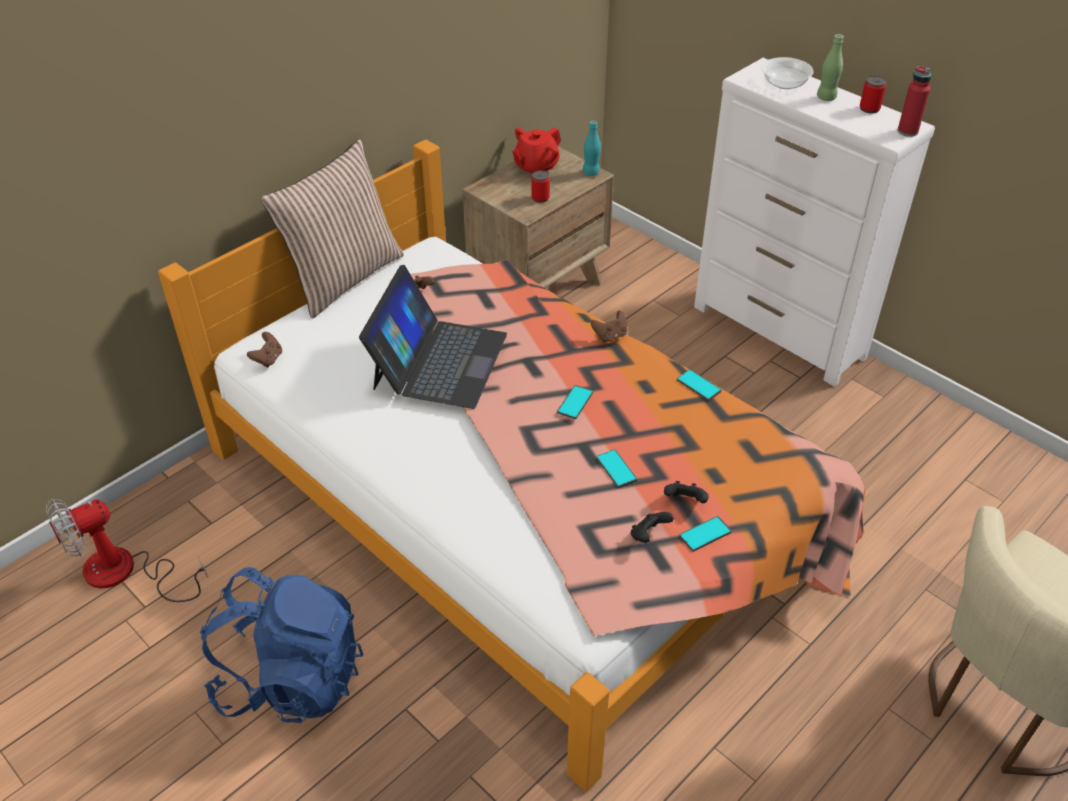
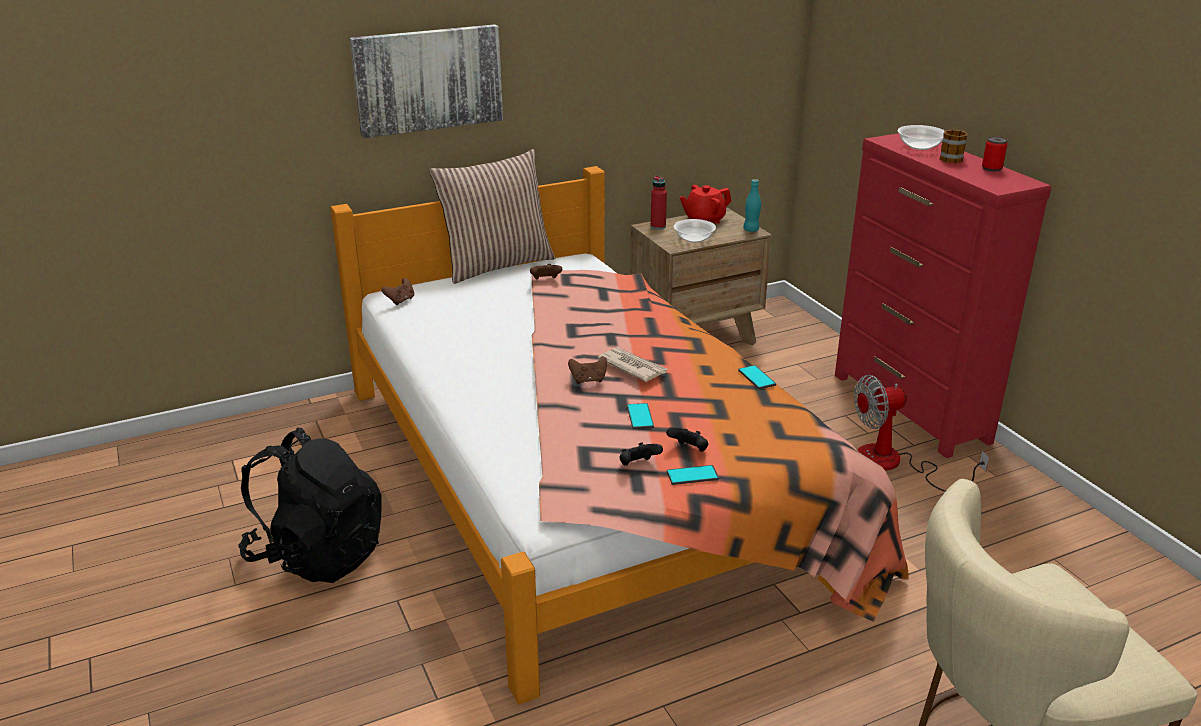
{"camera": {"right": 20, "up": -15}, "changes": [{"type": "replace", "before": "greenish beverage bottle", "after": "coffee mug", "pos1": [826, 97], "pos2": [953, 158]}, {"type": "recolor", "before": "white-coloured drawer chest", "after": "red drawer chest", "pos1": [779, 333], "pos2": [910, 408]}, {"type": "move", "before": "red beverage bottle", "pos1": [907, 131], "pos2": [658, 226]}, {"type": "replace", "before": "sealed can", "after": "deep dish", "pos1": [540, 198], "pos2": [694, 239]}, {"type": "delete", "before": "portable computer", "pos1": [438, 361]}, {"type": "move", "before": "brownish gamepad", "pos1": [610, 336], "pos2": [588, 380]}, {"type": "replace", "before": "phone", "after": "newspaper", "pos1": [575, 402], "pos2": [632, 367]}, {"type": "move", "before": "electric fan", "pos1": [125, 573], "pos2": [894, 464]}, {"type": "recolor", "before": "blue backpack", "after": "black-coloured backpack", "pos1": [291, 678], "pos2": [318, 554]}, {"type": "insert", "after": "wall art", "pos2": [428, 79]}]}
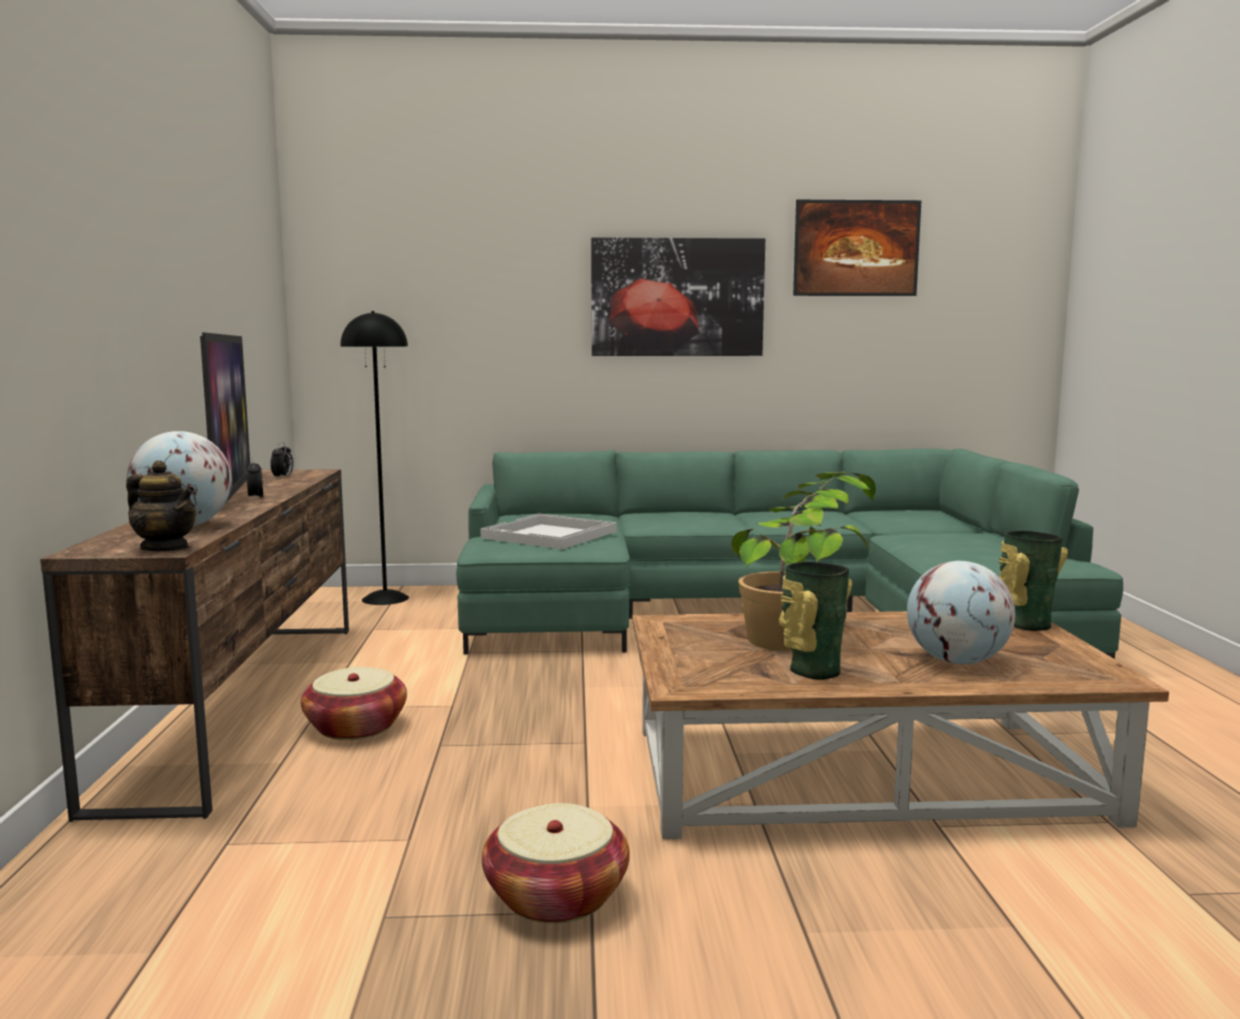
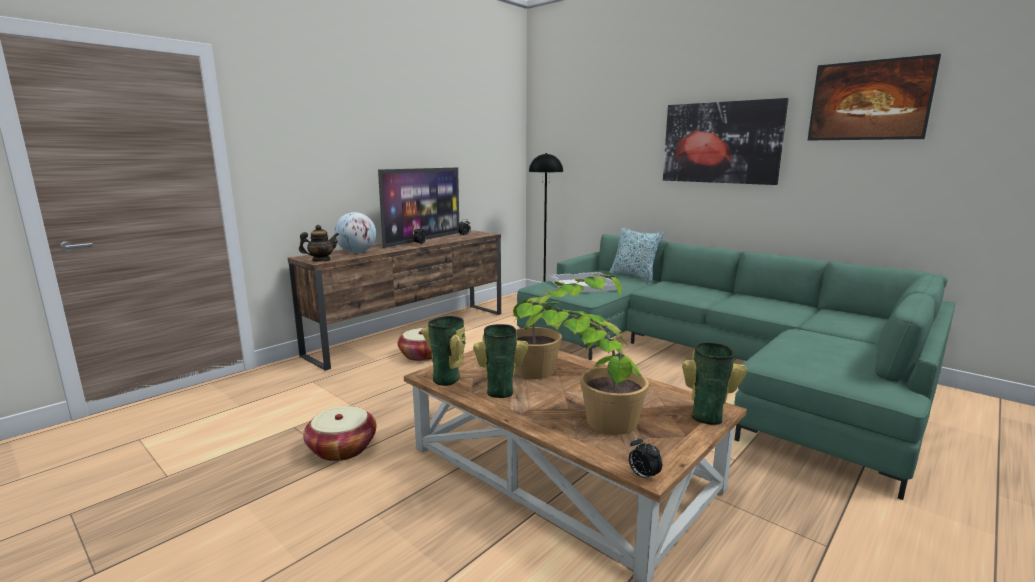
{"camera": {"right": 45, "up": 5}, "changes": [{"type": "rotate", "before": "tea pot", "pos1": [165, 548], "pos2": [321, 260], "turn": -105}, {"type": "replace", "before": "globe", "after": "houseplant", "pos1": [957, 661], "pos2": [584, 417]}, {"type": "insert", "after": "throw pillow", "pos2": [634, 276]}, {"type": "insert", "after": "decorative vase", "pos2": [448, 378]}, {"type": "insert", "after": "table clock", "pos2": [643, 476]}]}
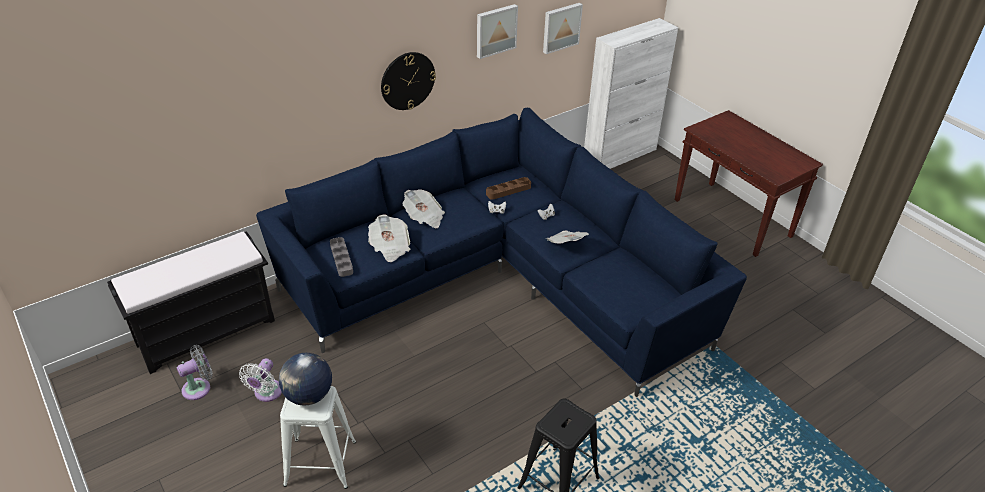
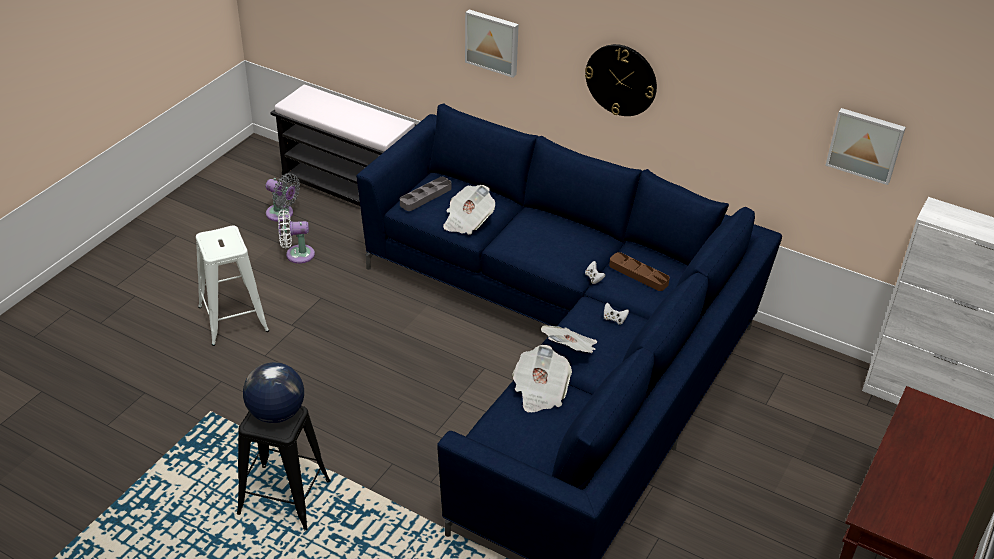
{"camera": {"right": 65, "up": 0}, "changes": [{"type": "move", "before": "wall art", "pos1": [495, 30], "pos2": [492, 42]}, {"type": "move", "before": "newspaper", "pos1": [424, 217], "pos2": [540, 391]}, {"type": "move", "before": "globe", "pos1": [308, 396], "pos2": [276, 413]}]}
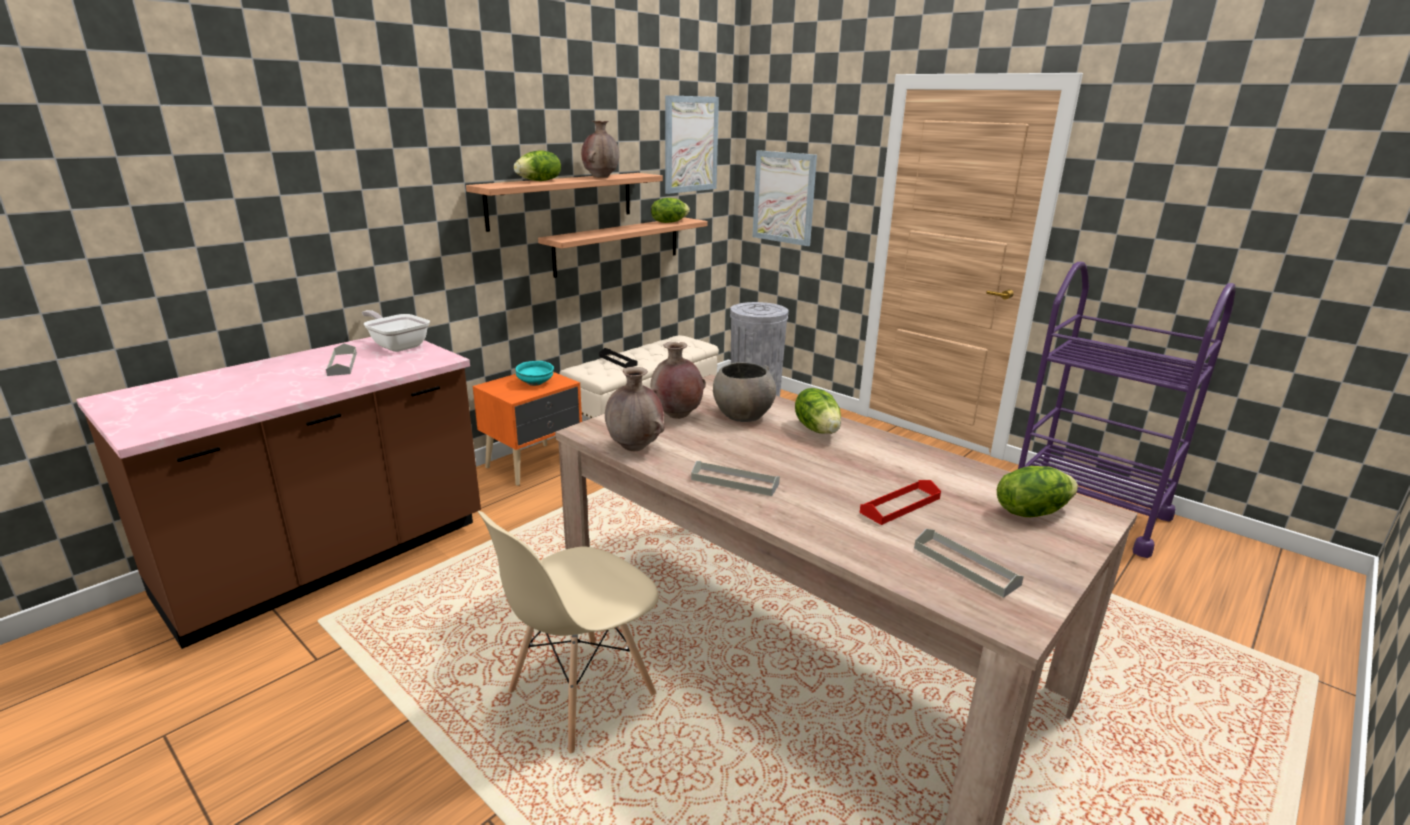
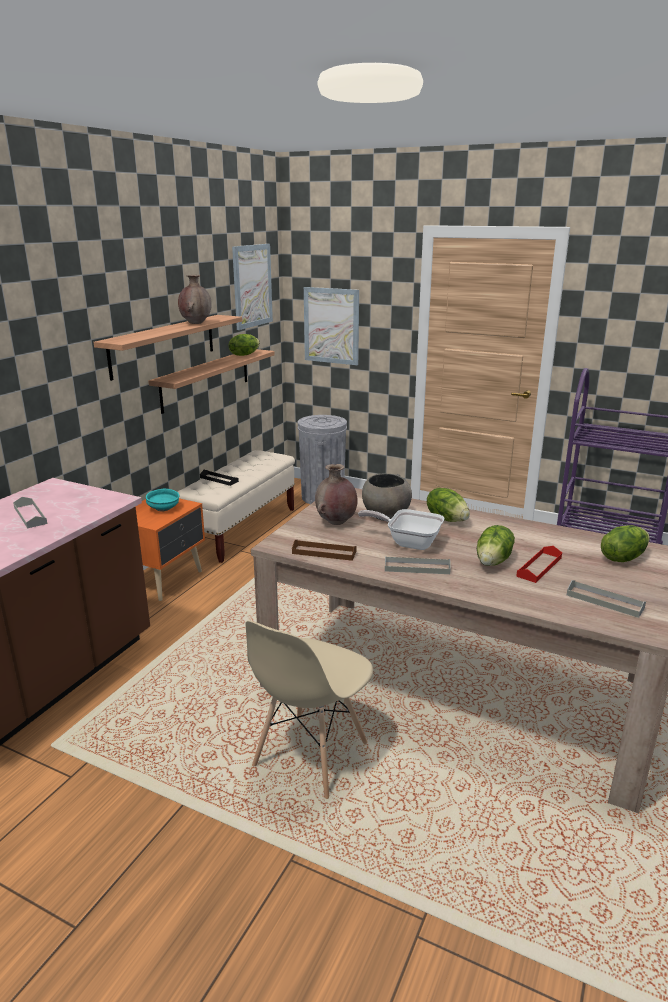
{"camera": {"right": -15, "up": 0}, "changes": [{"type": "move", "before": "lettuce", "pos1": [539, 181], "pos2": [493, 561]}, {"type": "move", "before": "pan", "pos1": [397, 345], "pos2": [408, 542]}, {"type": "replace", "before": "brownish decorative vase", "after": "brownish carrying tray", "pos1": [635, 447], "pos2": [324, 552]}]}
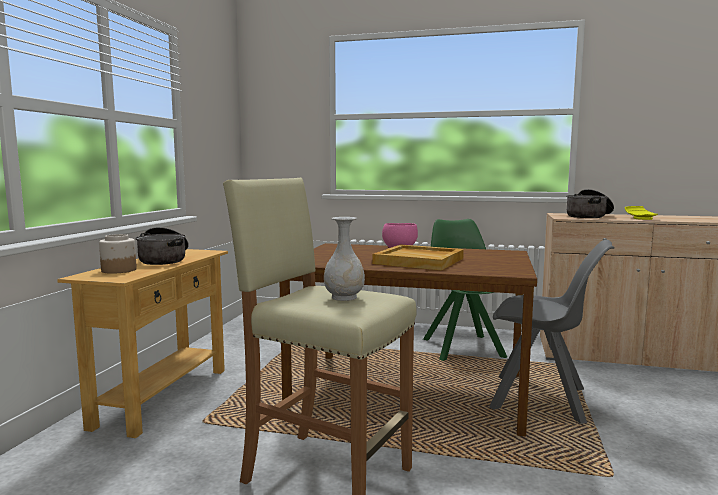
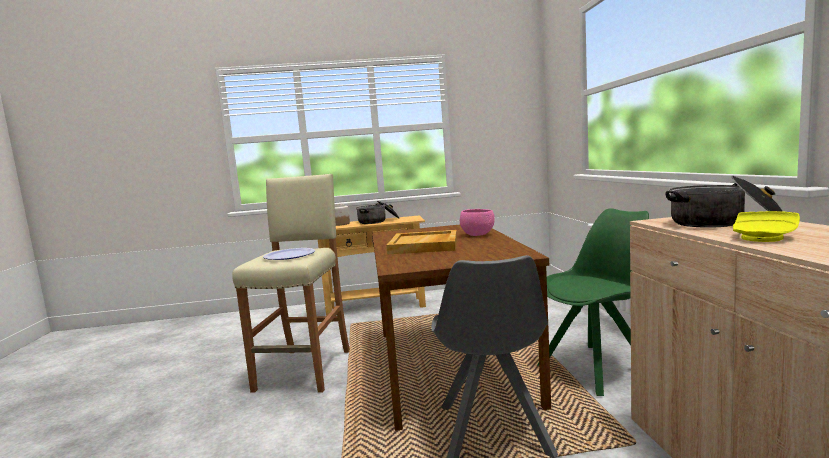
{"camera": {"right": 70, "up": 0}, "changes": [{"type": "replace", "before": "white-coloured decorative vase", "after": "dinner plate", "pos1": [344, 297], "pos2": [289, 255]}]}
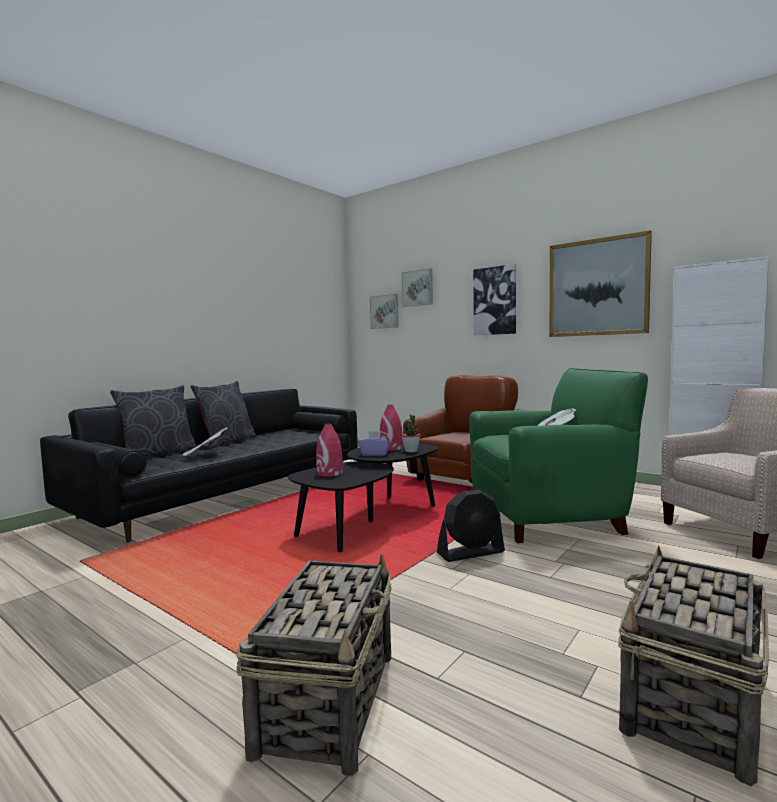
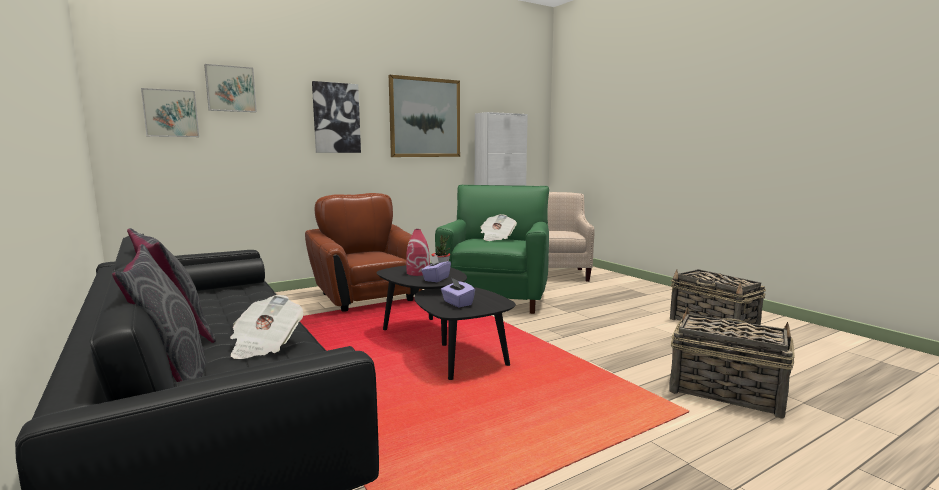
{"camera": {"right": -70, "up": 5}, "changes": [{"type": "replace", "before": "red decorative vase", "after": "purple-coloured tissue holder", "pos1": [329, 473], "pos2": [457, 303]}, {"type": "delete", "before": "black-coloured electric fan", "pos1": [471, 553]}]}
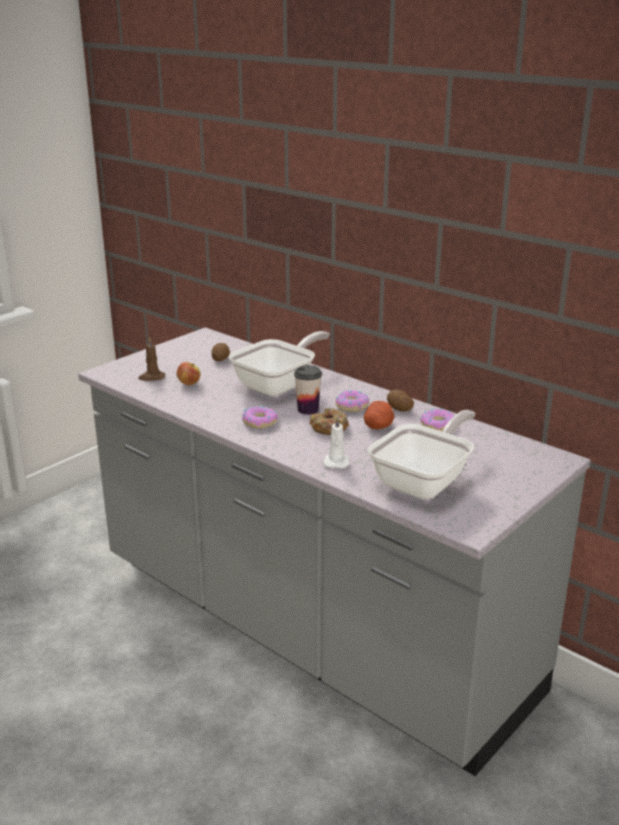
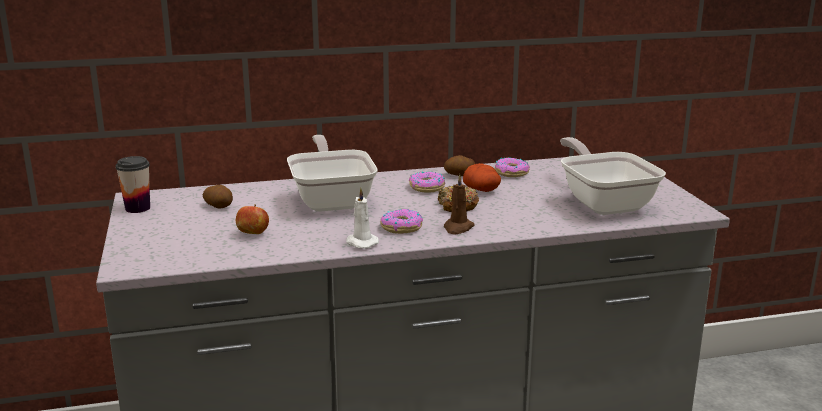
{"camera": {"right": -55, "up": -5}, "changes": [{"type": "move", "before": "brownish candle", "pos1": [151, 377], "pos2": [458, 228]}, {"type": "move", "before": "cup", "pos1": [308, 410], "pos2": [137, 208]}, {"type": "move", "before": "white-coloured candle", "pos1": [336, 462], "pos2": [360, 243]}]}
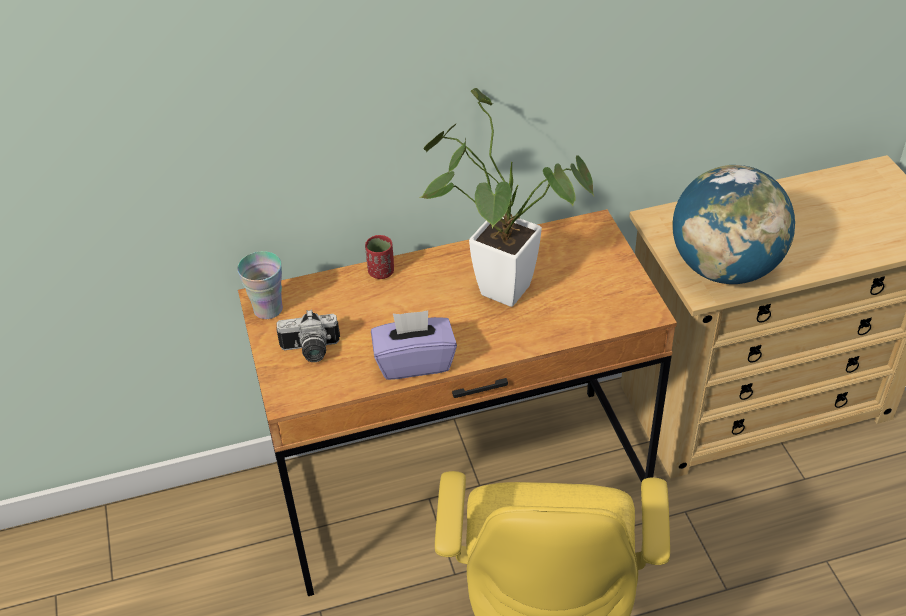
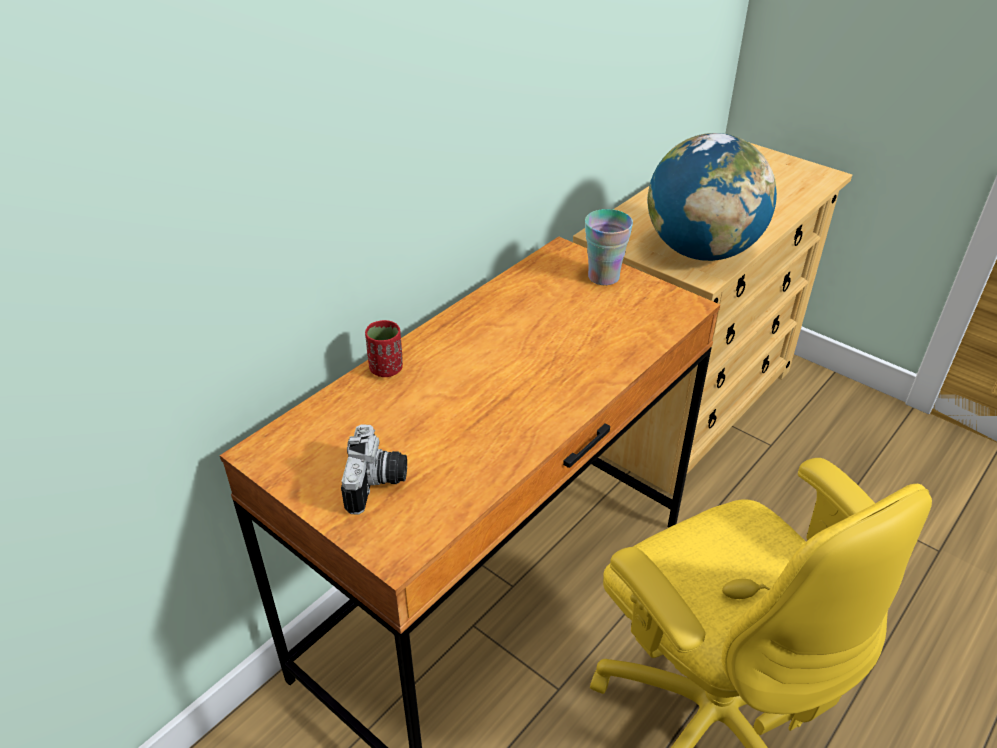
{"camera": {"right": -35, "up": -5}, "changes": [{"type": "delete", "before": "houseplant", "pos1": [495, 286]}, {"type": "move", "before": "cup", "pos1": [268, 309], "pos2": [603, 277]}, {"type": "rotate", "before": "still camera", "pos1": [310, 351], "pos2": [378, 484], "turn": -45}, {"type": "delete", "before": "purple-coloured tissue holder", "pos1": [414, 361]}]}
